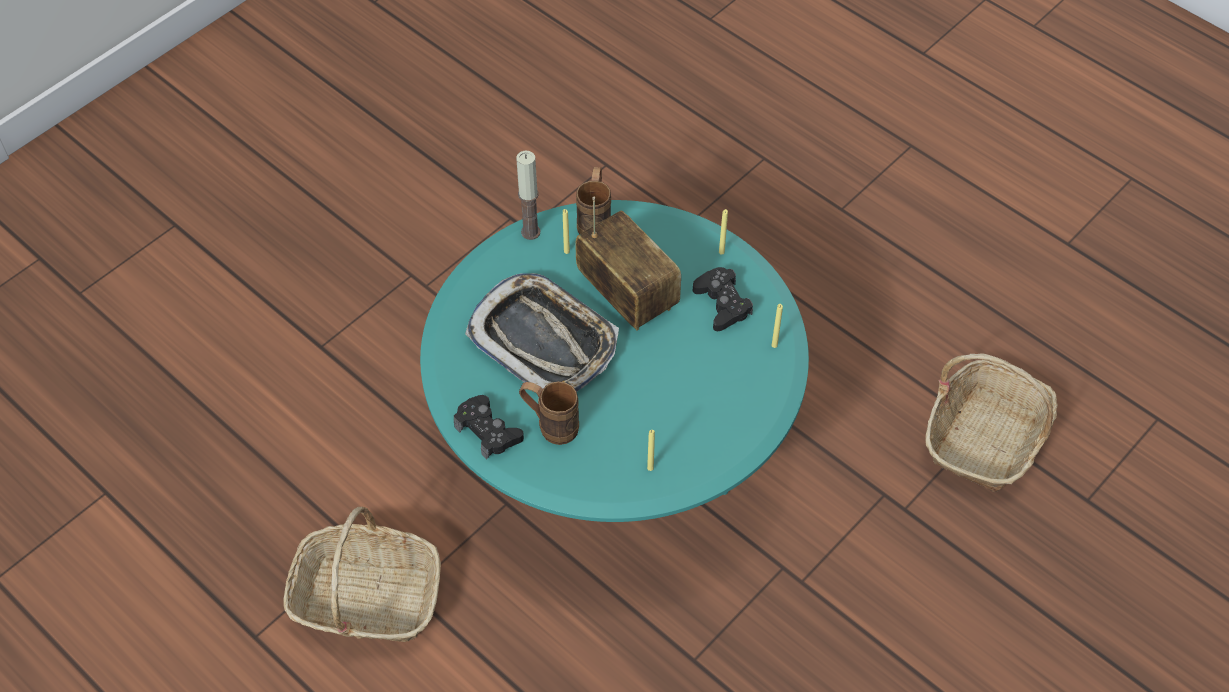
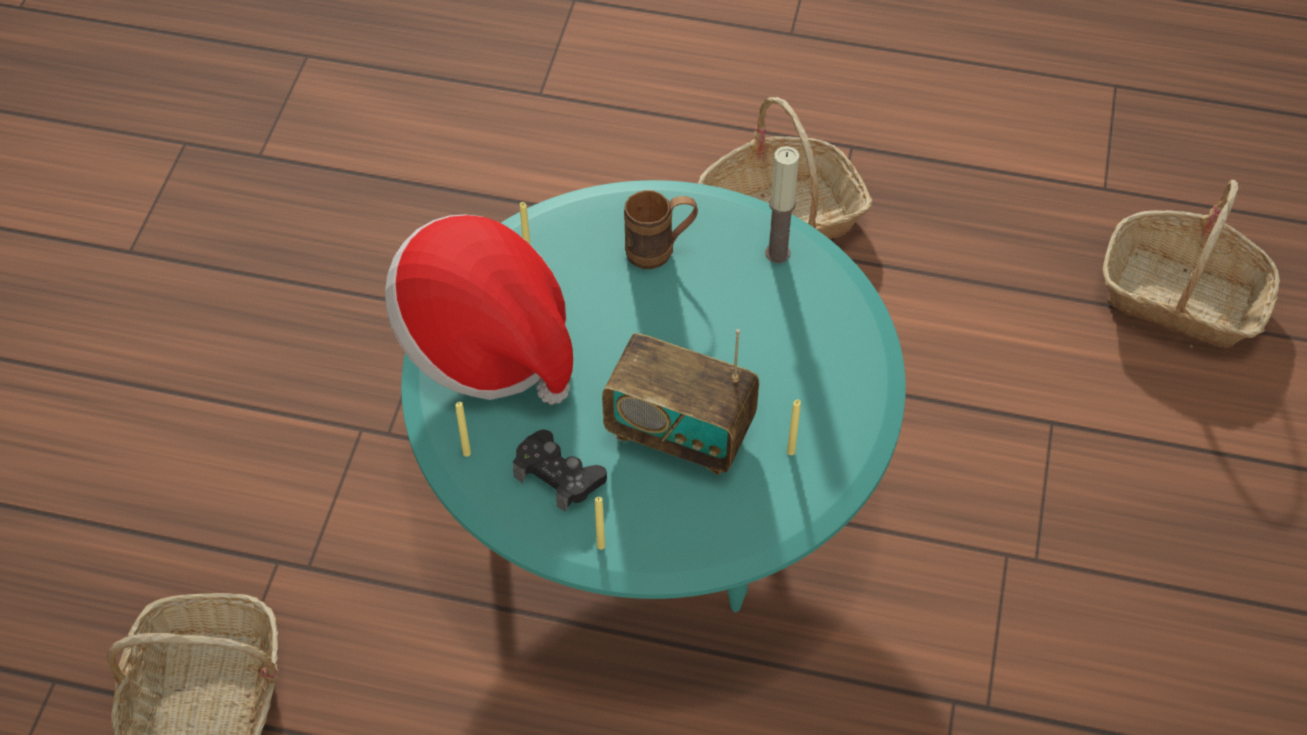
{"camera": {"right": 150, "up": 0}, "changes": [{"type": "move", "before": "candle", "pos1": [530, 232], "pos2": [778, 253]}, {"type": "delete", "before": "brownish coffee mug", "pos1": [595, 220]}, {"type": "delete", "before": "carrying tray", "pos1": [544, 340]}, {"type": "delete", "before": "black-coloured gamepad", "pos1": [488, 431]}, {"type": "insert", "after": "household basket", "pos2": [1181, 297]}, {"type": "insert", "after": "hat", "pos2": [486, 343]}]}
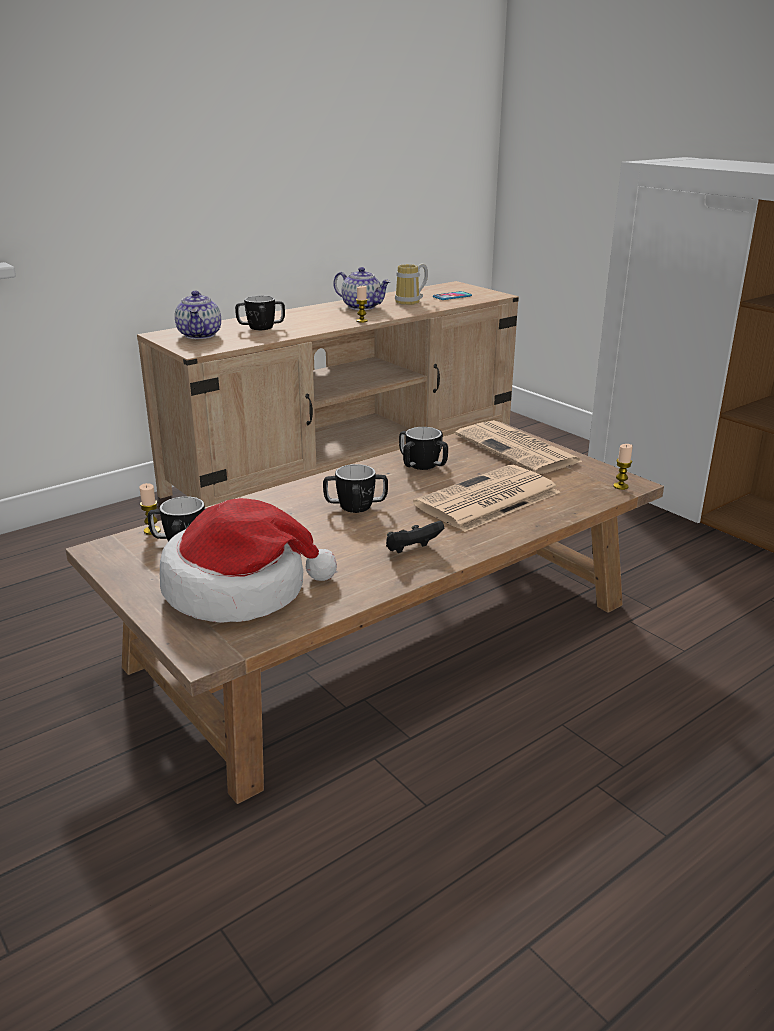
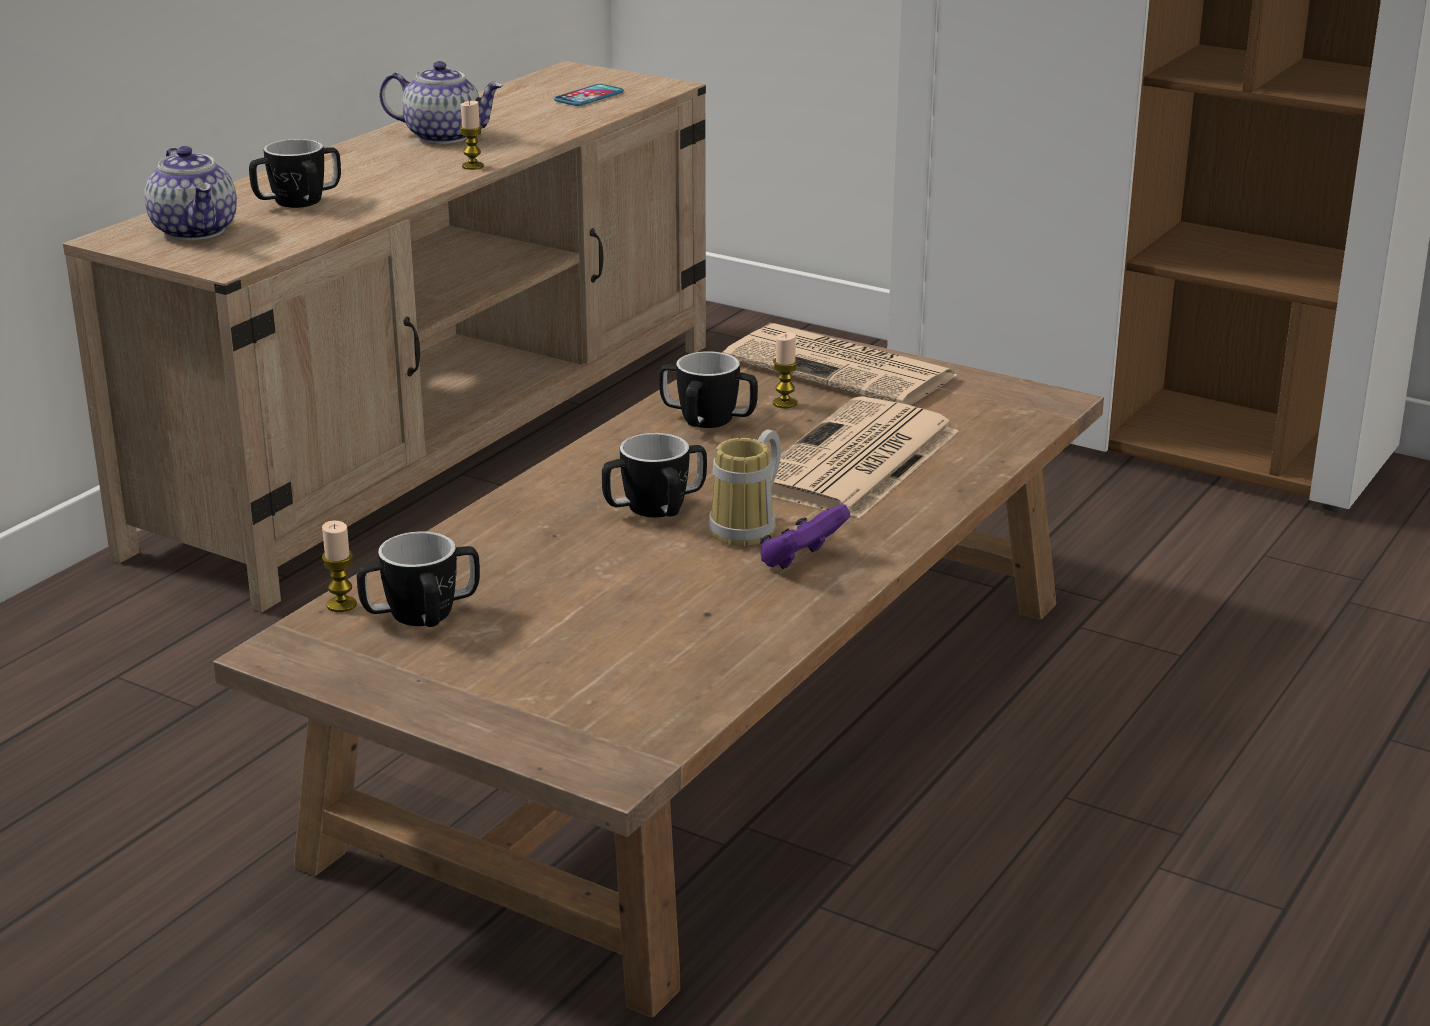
{"camera": {"right": -20, "up": 0}, "changes": [{"type": "move", "before": "coffee mug", "pos1": [411, 302], "pos2": [750, 530]}, {"type": "move", "before": "candle", "pos1": [620, 486], "pos2": [784, 403]}, {"type": "delete", "before": "hat", "pos1": [240, 589]}, {"type": "recolor", "before": "black-coloured gamepad", "after": "purple-coloured gamepad", "pos1": [412, 550], "pos2": [801, 561]}]}
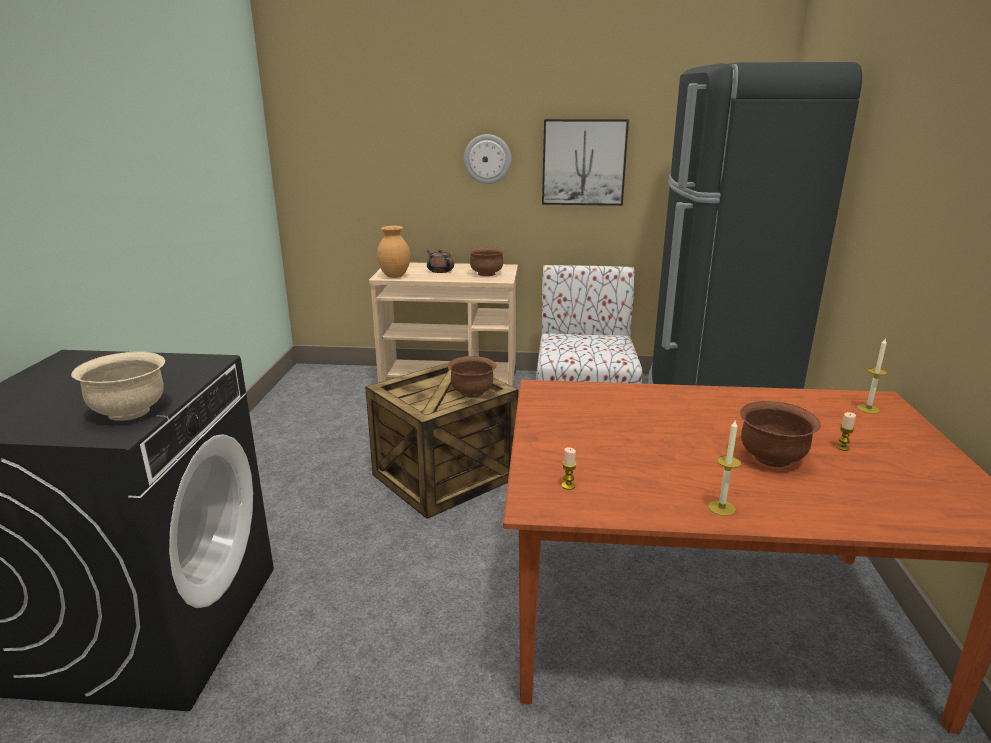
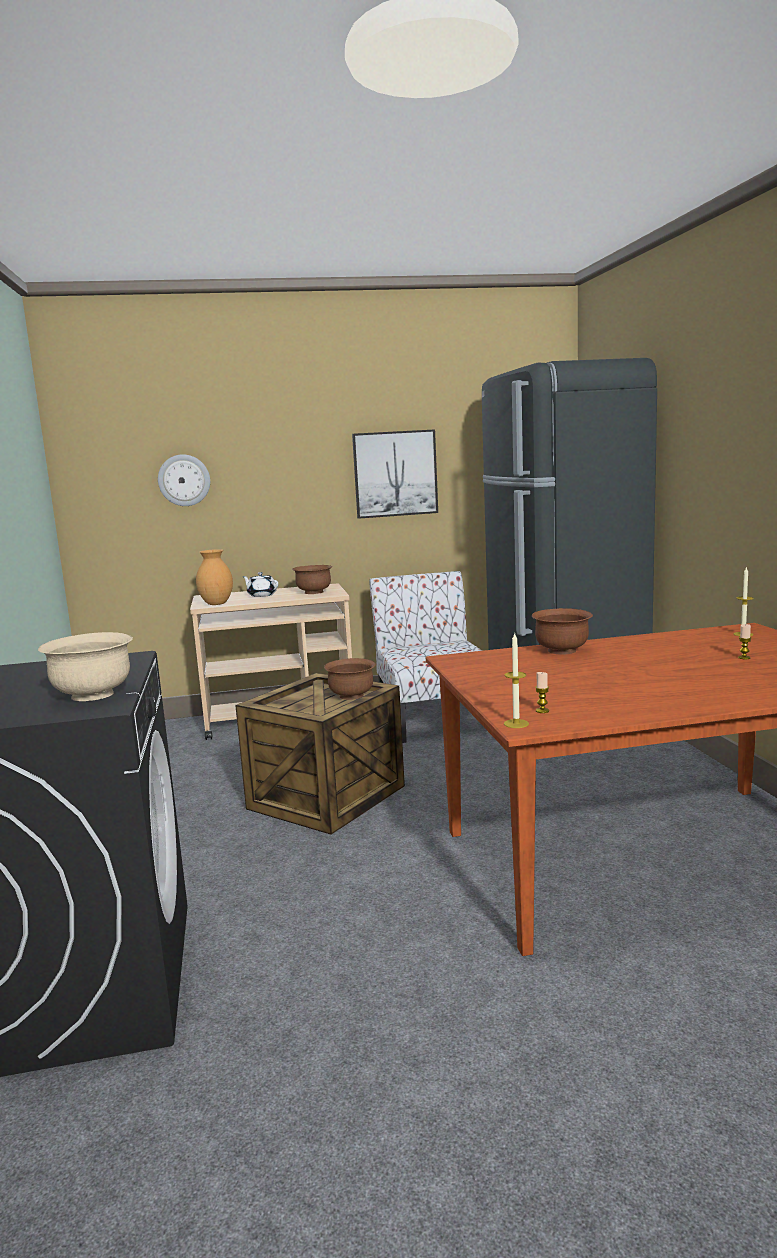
{"camera": {"right": -15, "up": -10}, "changes": [{"type": "move", "before": "clock on the wall", "pos1": [487, 159], "pos2": [184, 480]}, {"type": "recolor", "before": "brownish tea pot", "after": "white-coloured tea pot", "pos1": [440, 270], "pos2": [261, 595]}, {"type": "move", "before": "brownish deep dish", "pos1": [771, 458], "pos2": [561, 651]}, {"type": "move", "before": "candle", "pos1": [721, 508], "pos2": [516, 723]}]}
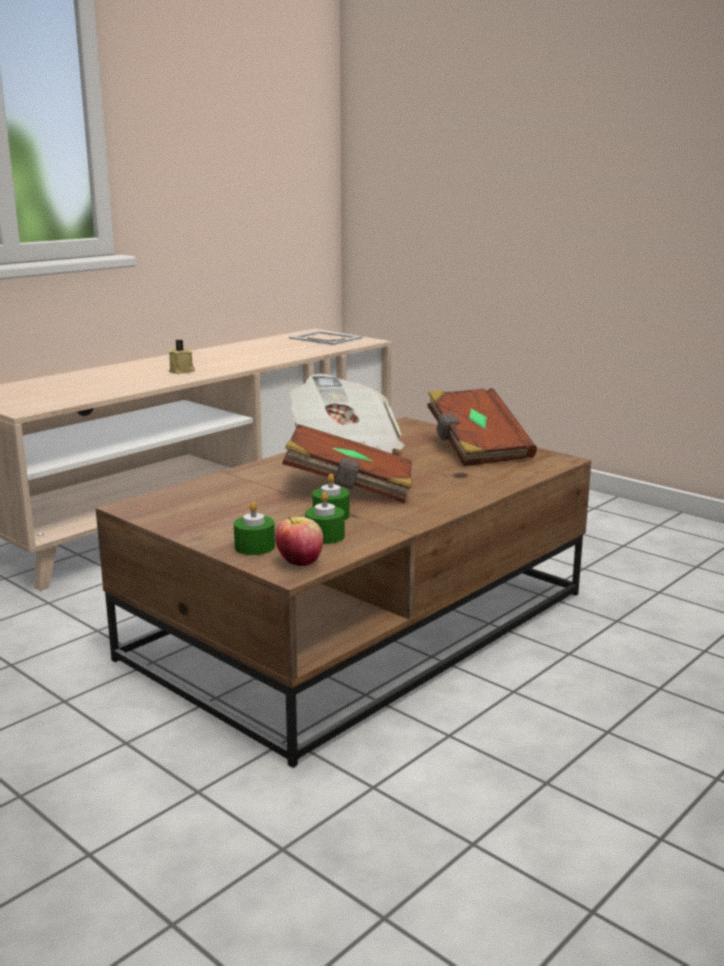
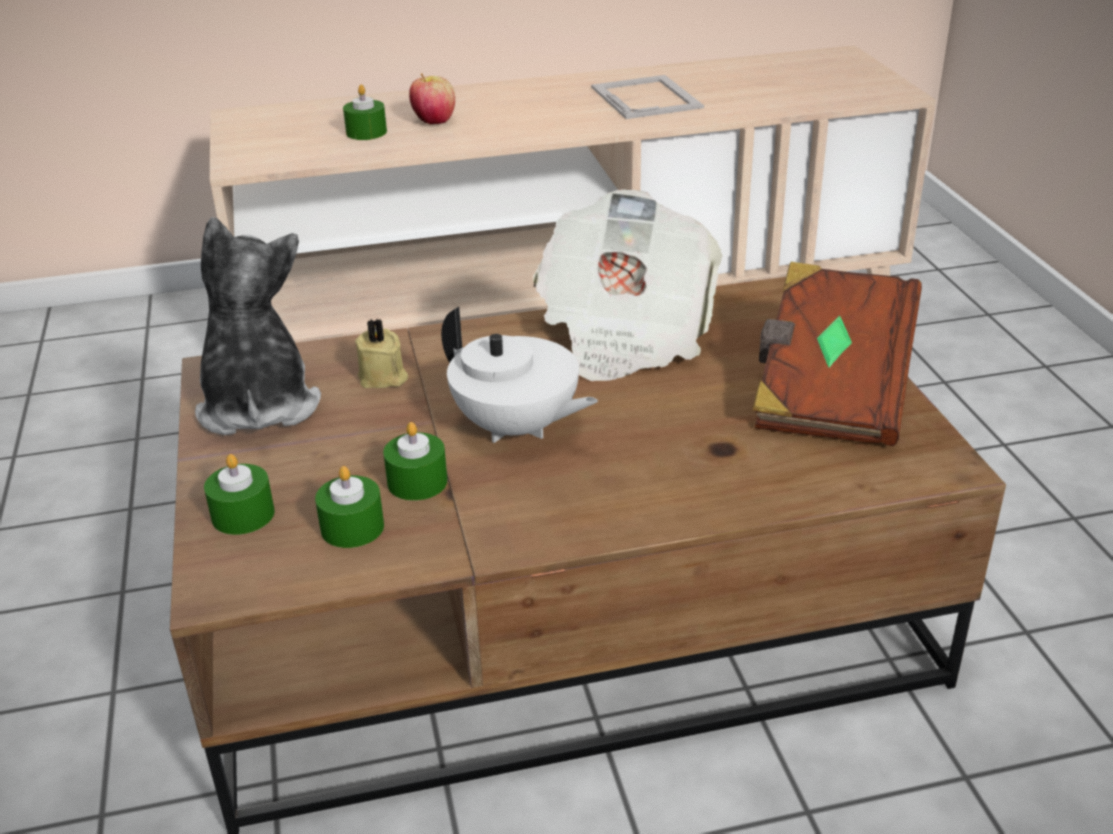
{"camera": {"right": 35, "up": 15}, "changes": [{"type": "move", "before": "picture frame", "pos1": [325, 338], "pos2": [646, 97]}, {"type": "move", "before": "beige candle", "pos1": [182, 371], "pos2": [383, 378]}, {"type": "replace", "before": "brownish volume", "after": "white-coloured tea pot", "pos1": [349, 489], "pos2": [516, 428]}, {"type": "move", "before": "apple", "pos1": [300, 562], "pos2": [434, 121]}, {"type": "insert", "after": "greenish candle", "pos2": [366, 132]}, {"type": "insert", "after": "plush toy", "pos2": [258, 405]}]}
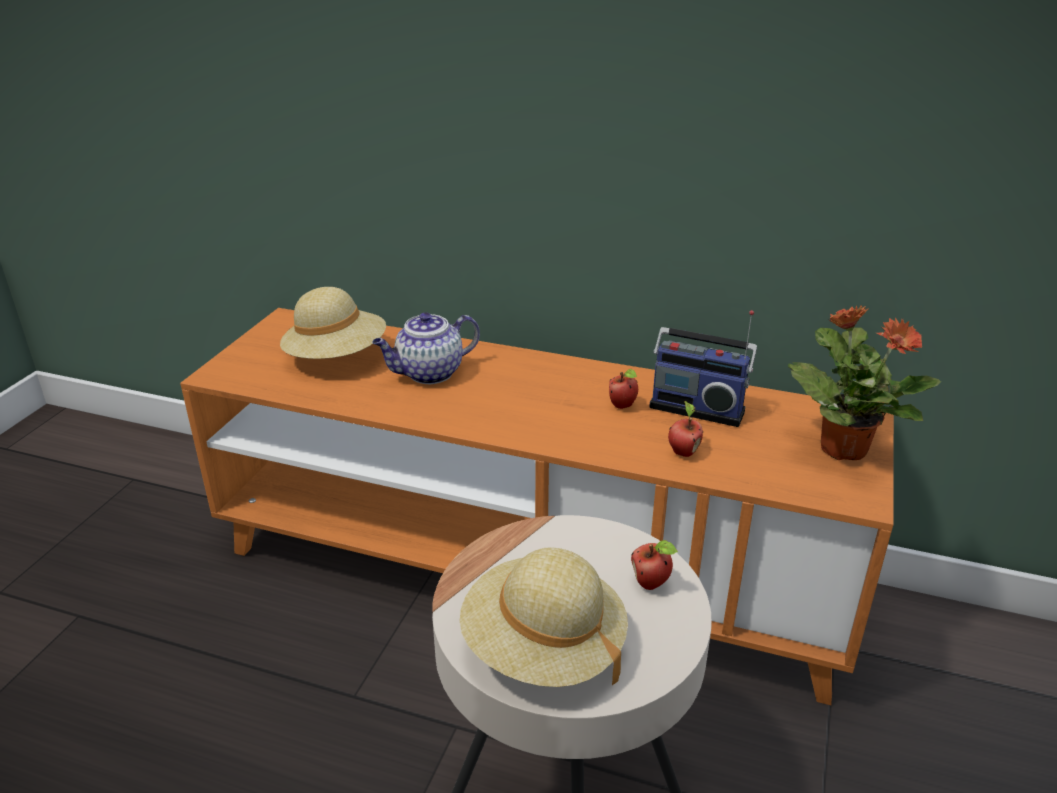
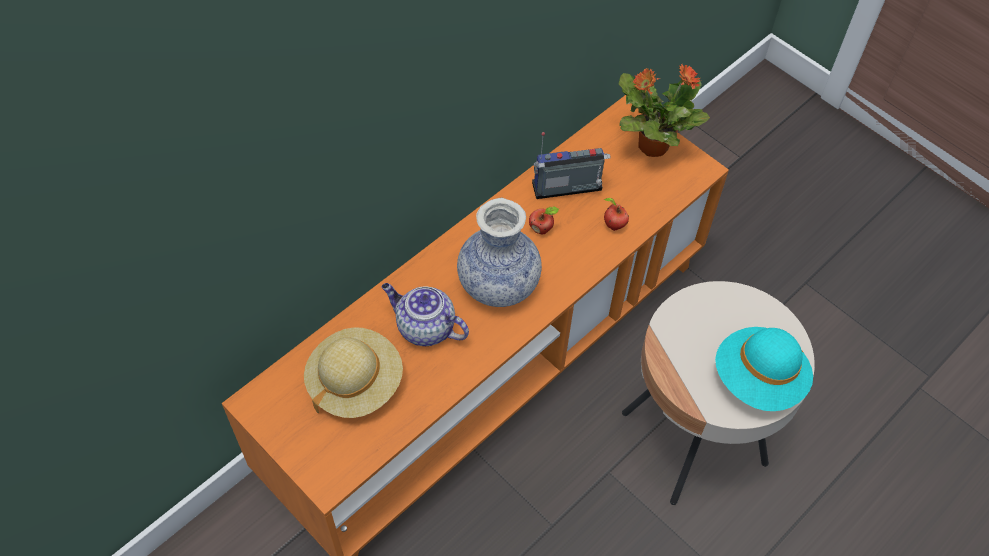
{"camera": {"right": -65, "up": 25}, "changes": [{"type": "rotate", "before": "radio", "pos1": [697, 407], "pos2": [568, 190], "turn": -150}, {"type": "rotate", "before": "tea pot", "pos1": [428, 373], "pos2": [424, 328], "turn": 120}, {"type": "delete", "before": "apple", "pos1": [652, 584]}, {"type": "recolor", "before": "beige hat", "after": "turquoise hat", "pos1": [543, 648], "pos2": [758, 380]}, {"type": "insert", "after": "decorative vase", "pos2": [498, 283]}]}
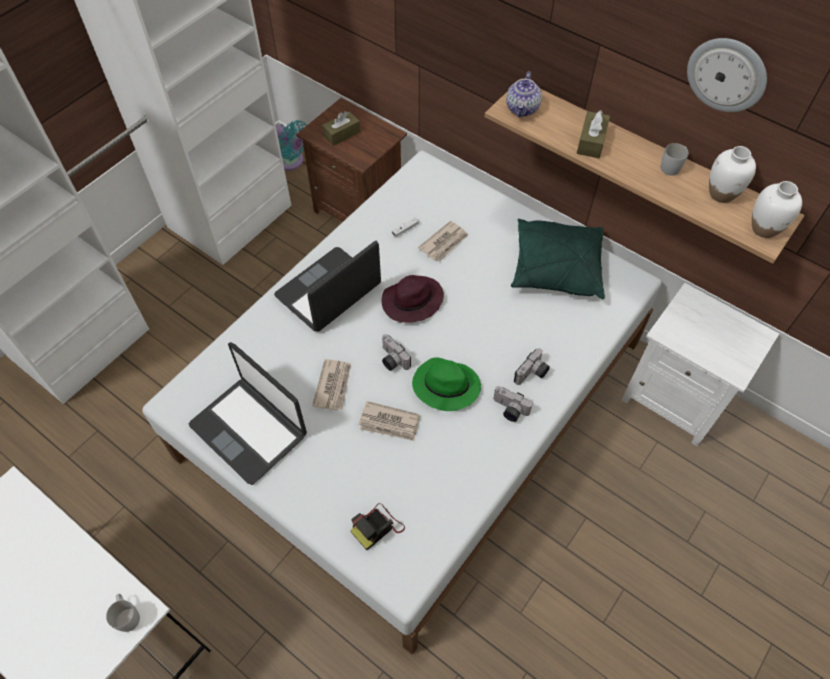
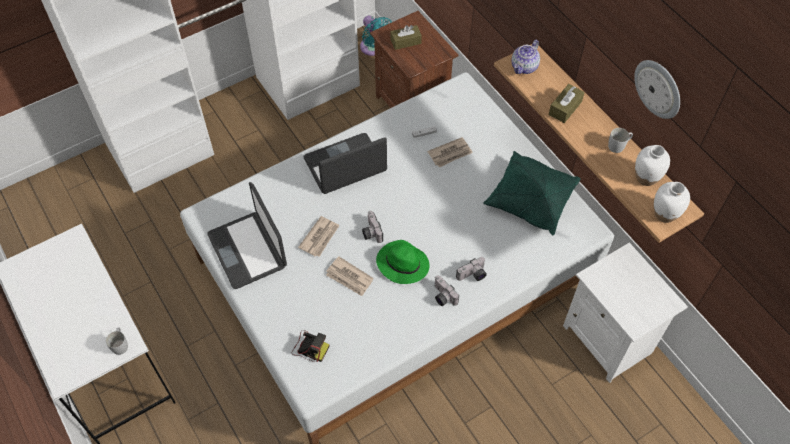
{"camera": {"right": 20, "up": 0}, "changes": [{"type": "delete", "before": "purple-coloured hat", "pos1": [411, 302]}, {"type": "rotate", "before": "still camera", "pos1": [377, 527], "pos2": [310, 347], "turn": -135}]}
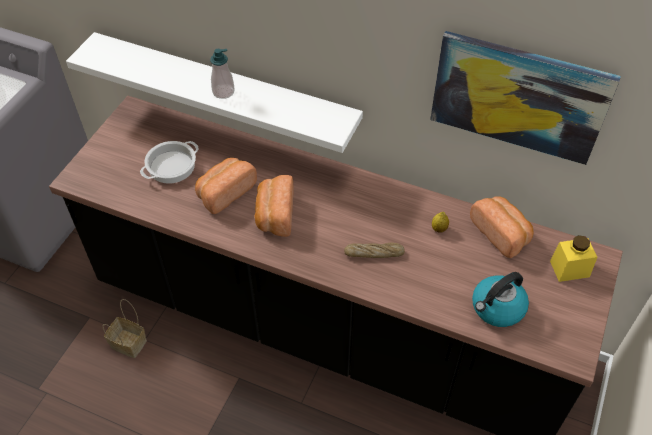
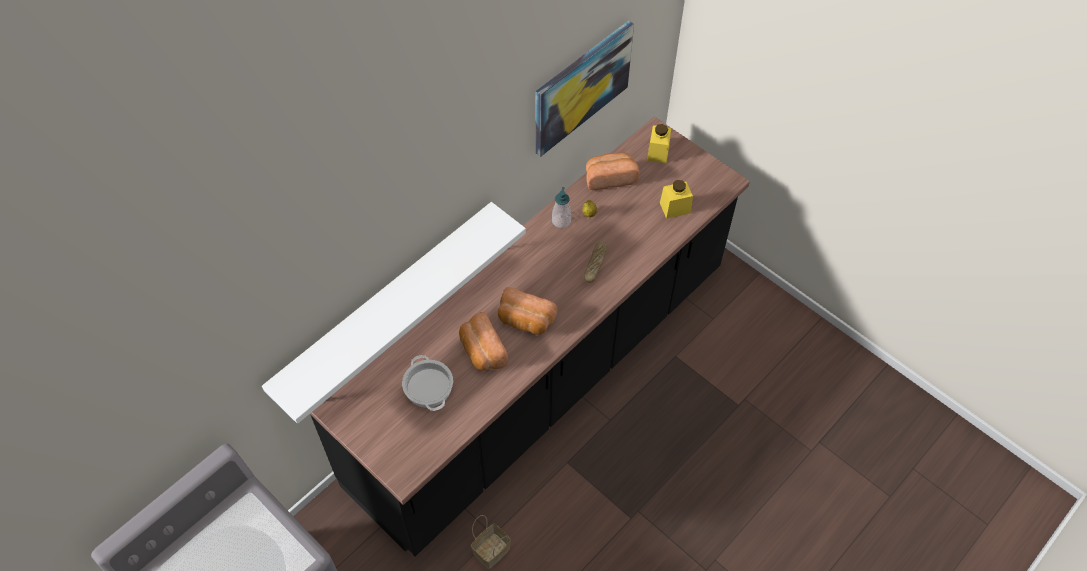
{"camera": {"right": -70, "up": 5}, "changes": [{"type": "move", "before": "liquid soap bottle", "pos1": [223, 92], "pos2": [561, 221]}, {"type": "replace", "before": "water kettle", "after": "yellow-coloured jar", "pos1": [497, 308], "pos2": [675, 208]}]}
